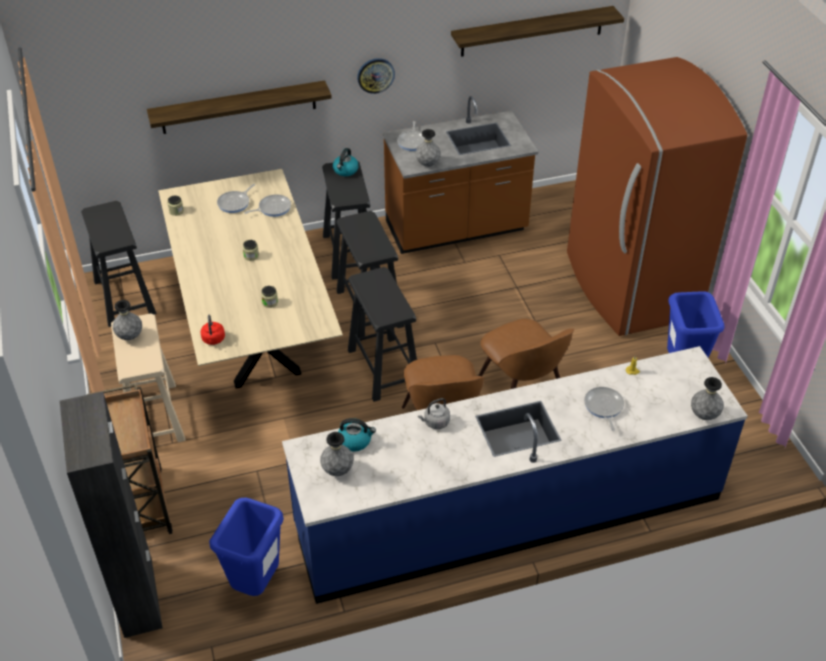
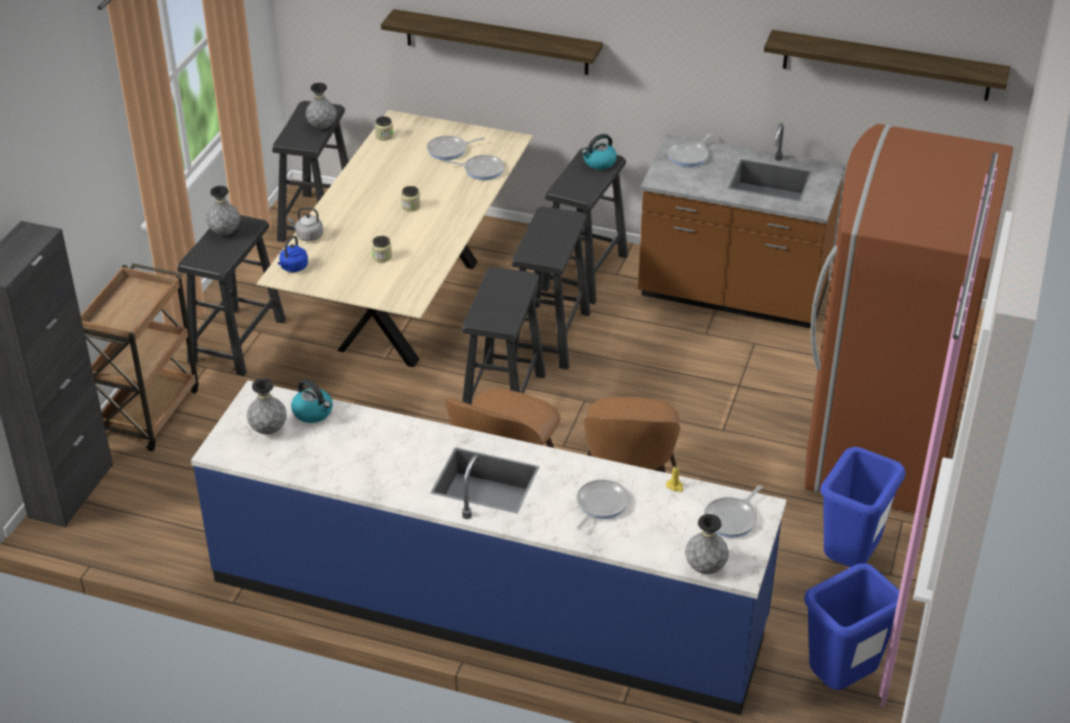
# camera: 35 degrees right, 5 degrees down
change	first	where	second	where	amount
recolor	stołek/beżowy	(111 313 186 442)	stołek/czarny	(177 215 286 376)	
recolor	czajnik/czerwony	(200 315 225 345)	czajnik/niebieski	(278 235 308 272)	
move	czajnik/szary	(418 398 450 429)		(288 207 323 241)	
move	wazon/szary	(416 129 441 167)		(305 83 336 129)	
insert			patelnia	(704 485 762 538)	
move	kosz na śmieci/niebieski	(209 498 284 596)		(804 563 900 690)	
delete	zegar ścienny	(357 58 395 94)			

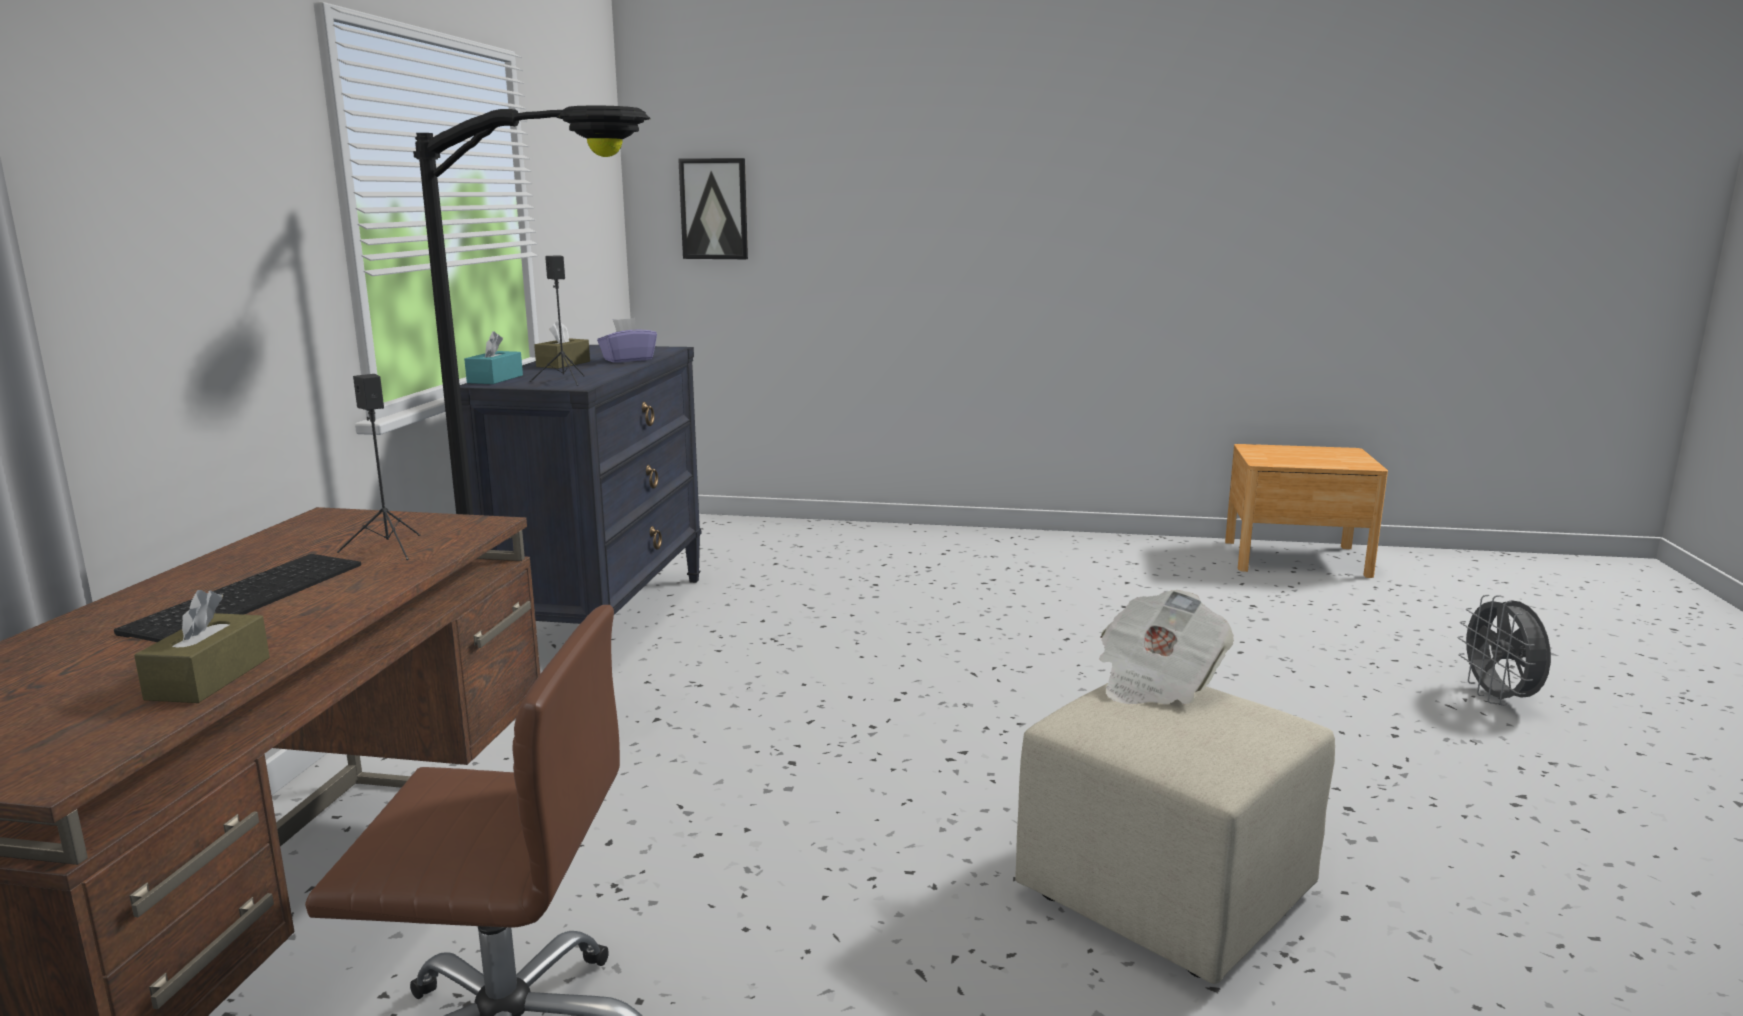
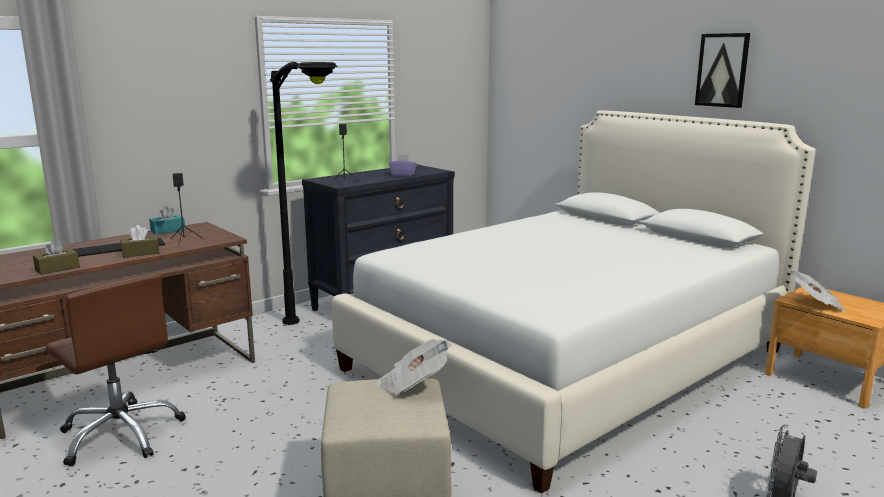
# camera: 40 degrees right, 0 degrees up
change	first	where	second	where	amount
move	pudełko chusteczek/brązowy	(534 320 590 369)		(121 225 159 258)	
move	pudełko chusteczek/turkusowy	(464 331 523 384)		(149 206 185 235)	
insert			łóżko/biały	(332 110 816 494)	
move	obraz	(678 158 748 259)		(695 33 750 108)	
insert			gazeta	(788 269 846 312)	

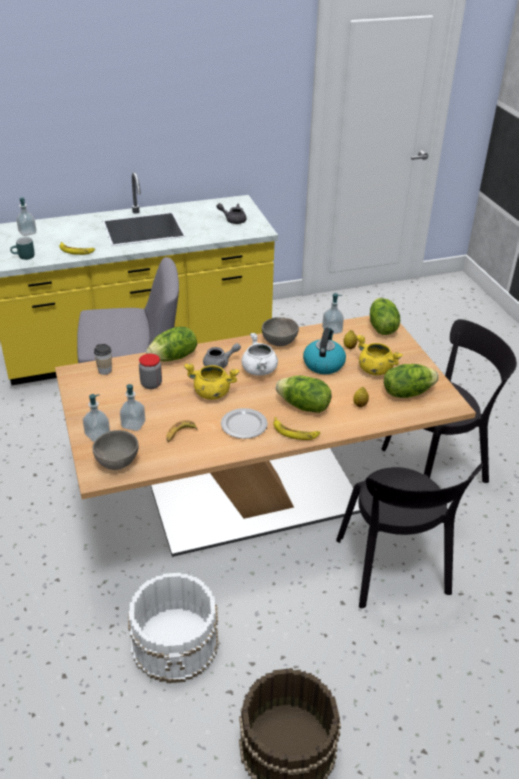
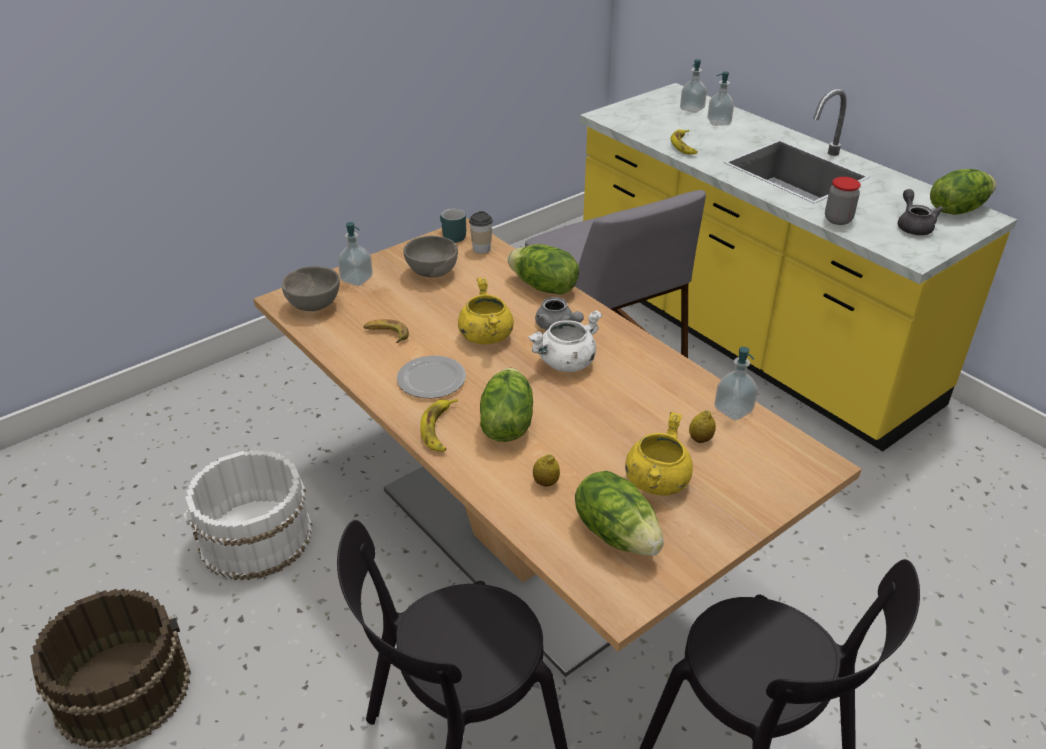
# camera: 70 degrees right, 0 degrees up
change	first	where	second	where	amount
move	miska/szary	(262 317 299 346)		(403 236 458 277)	
move	kubek/turkusowy	(10 237 34 260)		(440 208 466 243)	
move	dozownik mydła	(120 384 146 431)		(707 71 734 126)	
move	słoik	(139 354 162 389)		(825 177 861 225)	
move	sałata	(370 298 400 335)		(930 169 996 215)	
delete	czajnik	(303 327 346 374)			

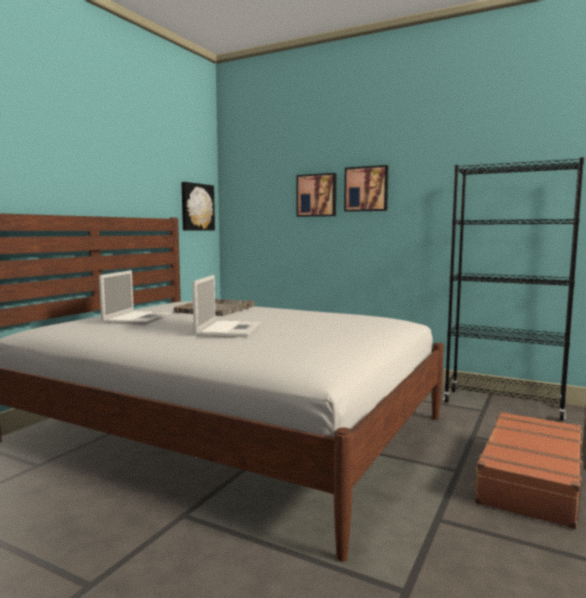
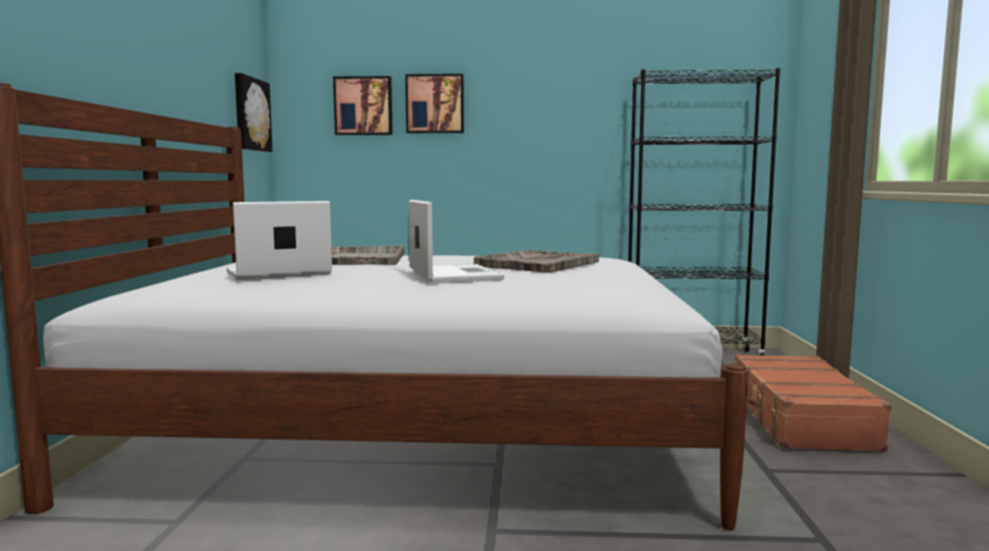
# camera: 25 degrees left, 0 degrees up
change	first	where	second	where	amount
rotate	laptop	(99 270 172 325)		(226 201 332 280)	105 degrees counterclockwise
move	obraz	(344 165 388 212)		(333 76 393 135)	
insert			taca/szary	(474 250 599 273)	

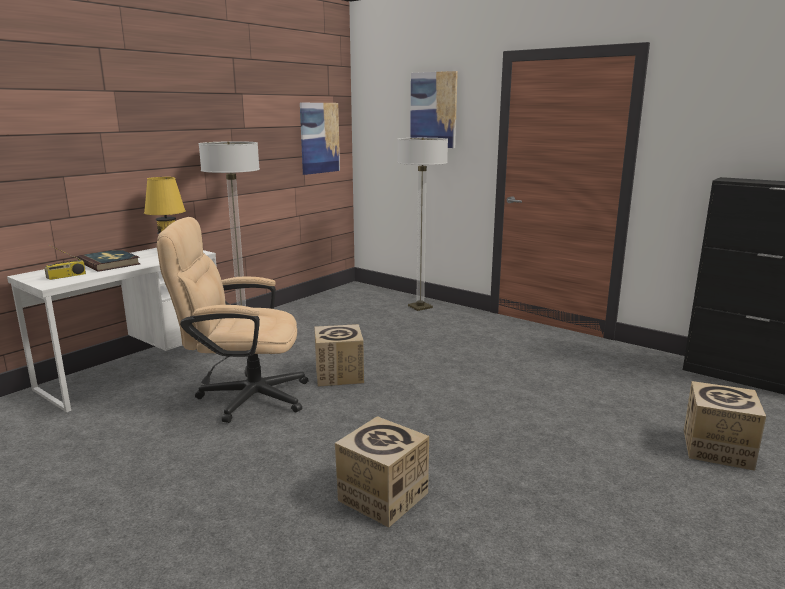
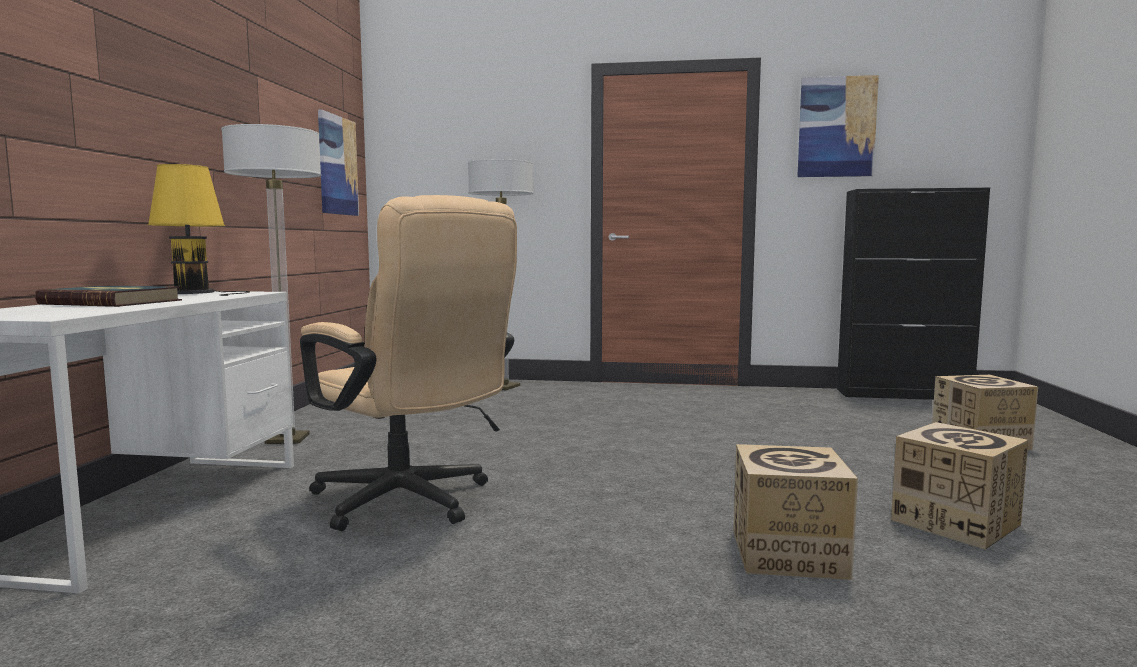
# camera: 30 degrees left, 10 degrees down
change	first	where	second	where	amount
rotate	krzesło biurowe/beżowy	(157 217 309 423)		(300 195 517 531)	105 degrees counterclockwise
move	obraz	(410 71 458 148)		(797 75 879 177)	
move	karton	(314 324 364 387)		(891 422 1028 549)	
delete	radio	(44 245 86 280)			

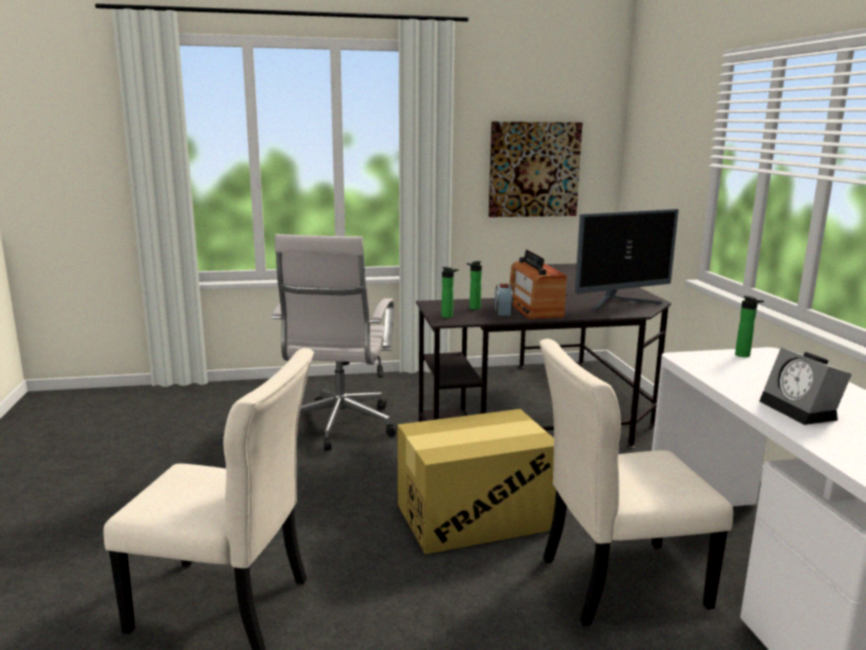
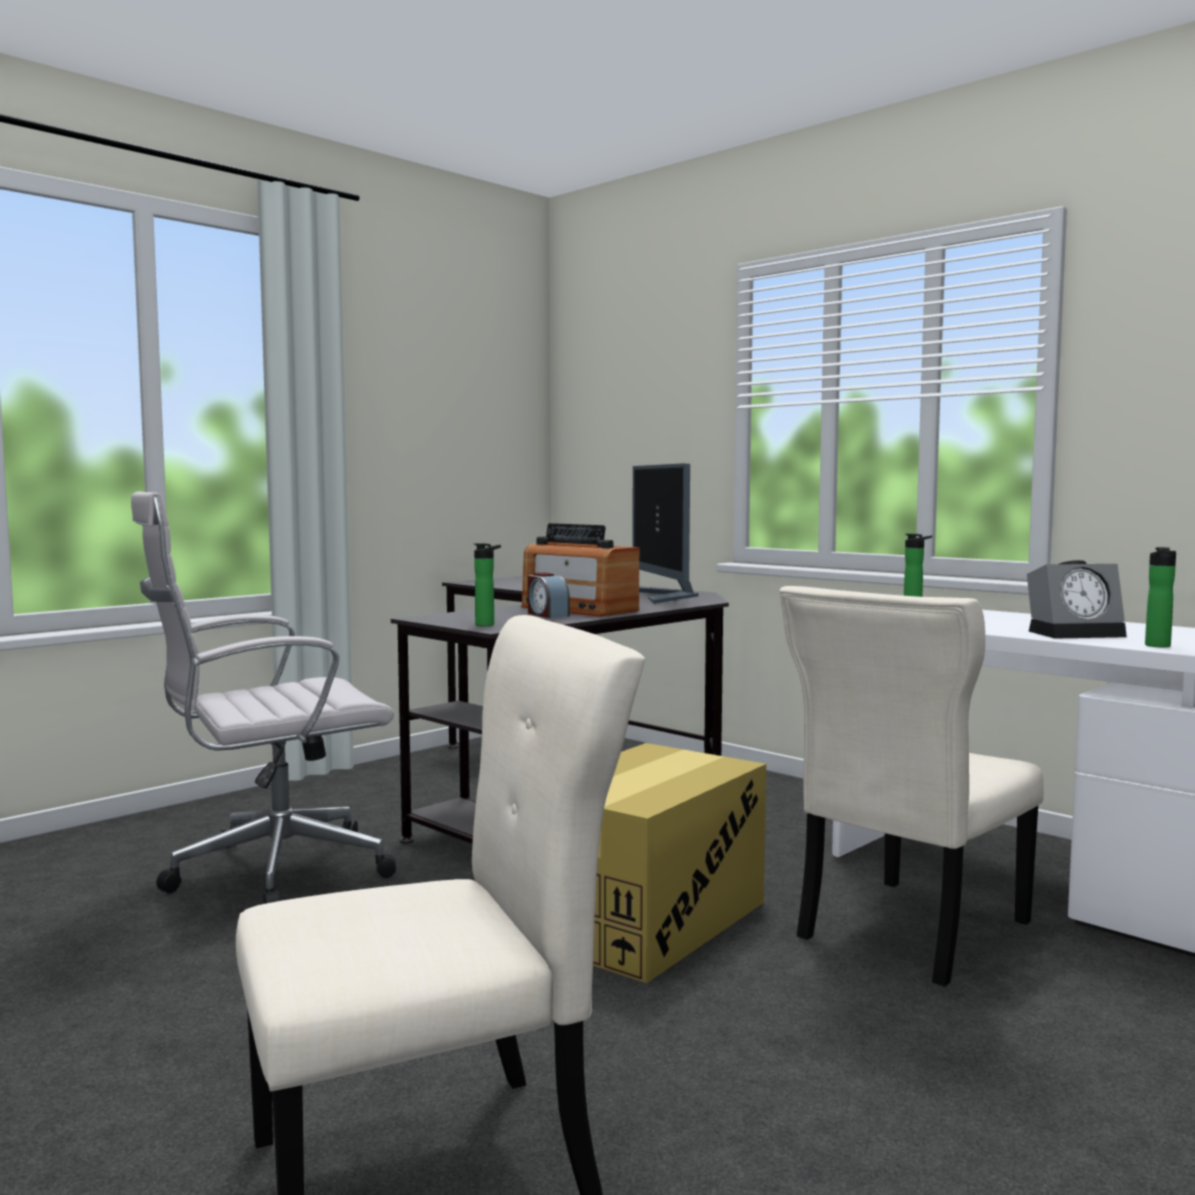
# camera: 35 degrees left, 10 degrees down
change	first	where	second	where	amount
rotate	krzesło biurowe/biały	(271 234 397 451)		(131 491 396 904)	90 degrees clockwise
rotate	monitor	(575 209 678 311)		(632 463 698 604)	135 degrees clockwise
rotate	budzik	(759 347 852 425)		(1027 560 1127 639)	45 degrees counterclockwise
move	butelka	(467 261 482 310)		(1145 547 1176 647)	
delete	obraz	(489 122 583 217)			

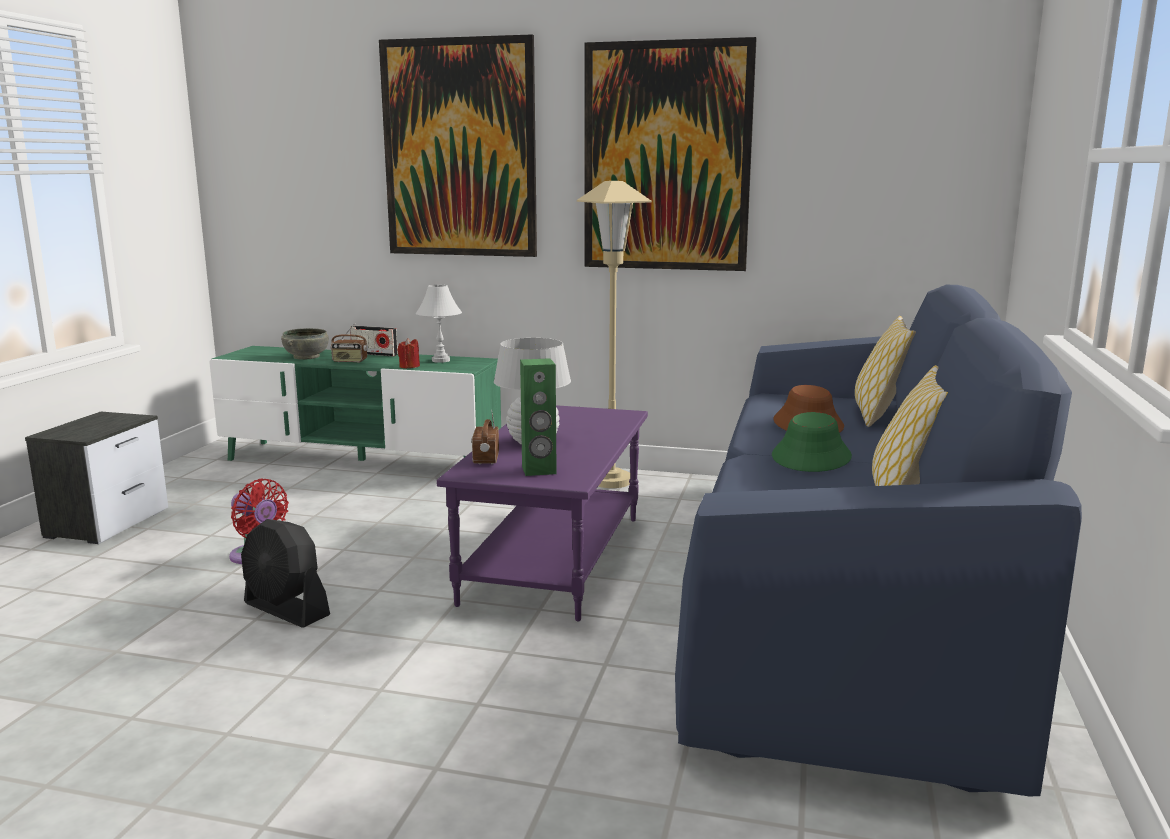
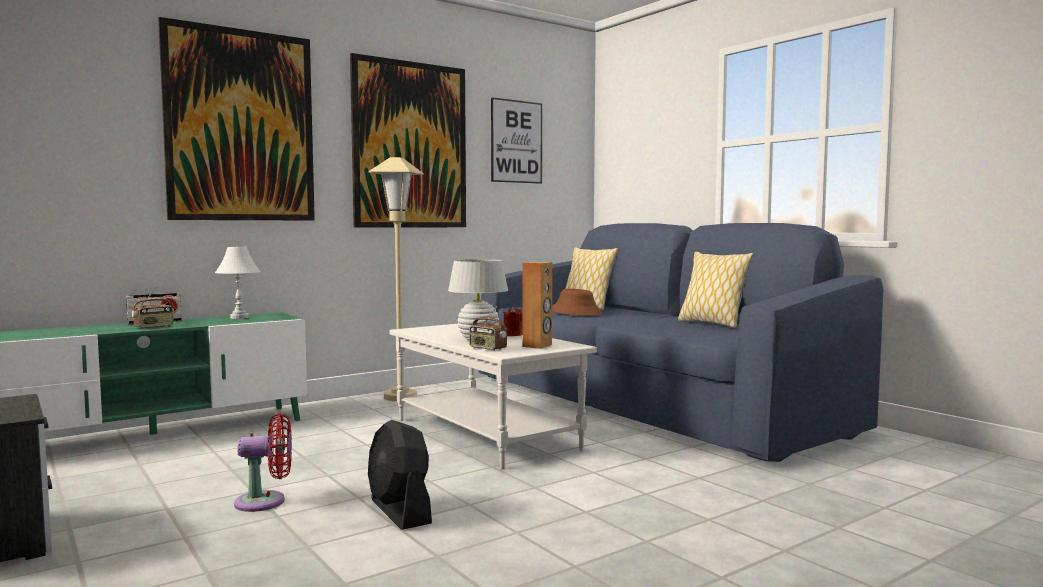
# camera: 50 degrees left, 10 degrees down
change	first	where	second	where	amount
rotate	wentylator/czarny	(241 519 330 628)		(368 420 432 530)	75 degrees clockwise
recolor	ława/fioletowy	(437 405 648 621)	ława/biały	(390 324 597 469)	
insert			obraz	(491 97 542 184)	
move	świeca/czerwony	(397 338 420 368)		(503 307 522 336)	
recolor	głośnik/zielony	(520 358 557 476)	głośnik/brązowy	(522 262 552 349)	
delete	miska/szary	(281 328 329 360)			
delete	kapelusz/zielony	(772 412 852 472)			

